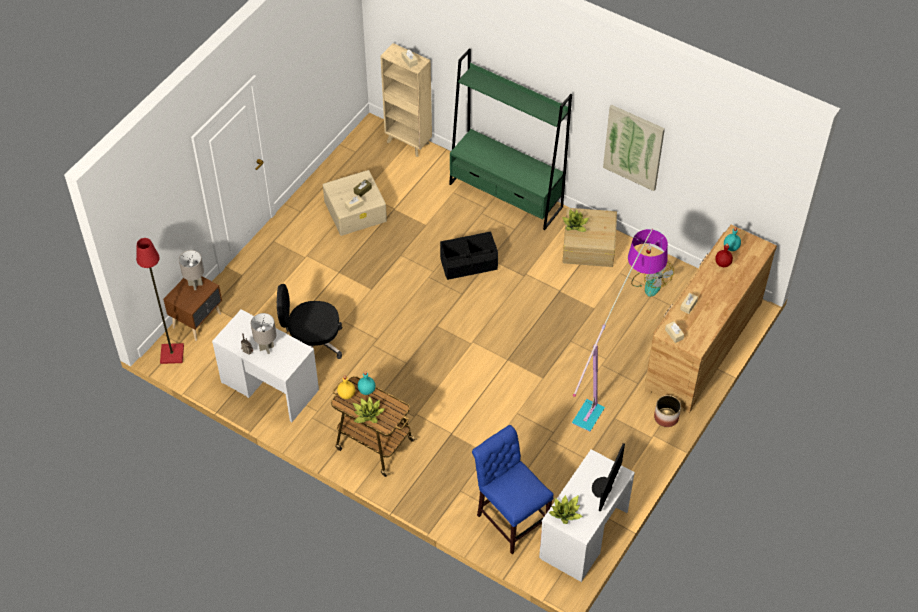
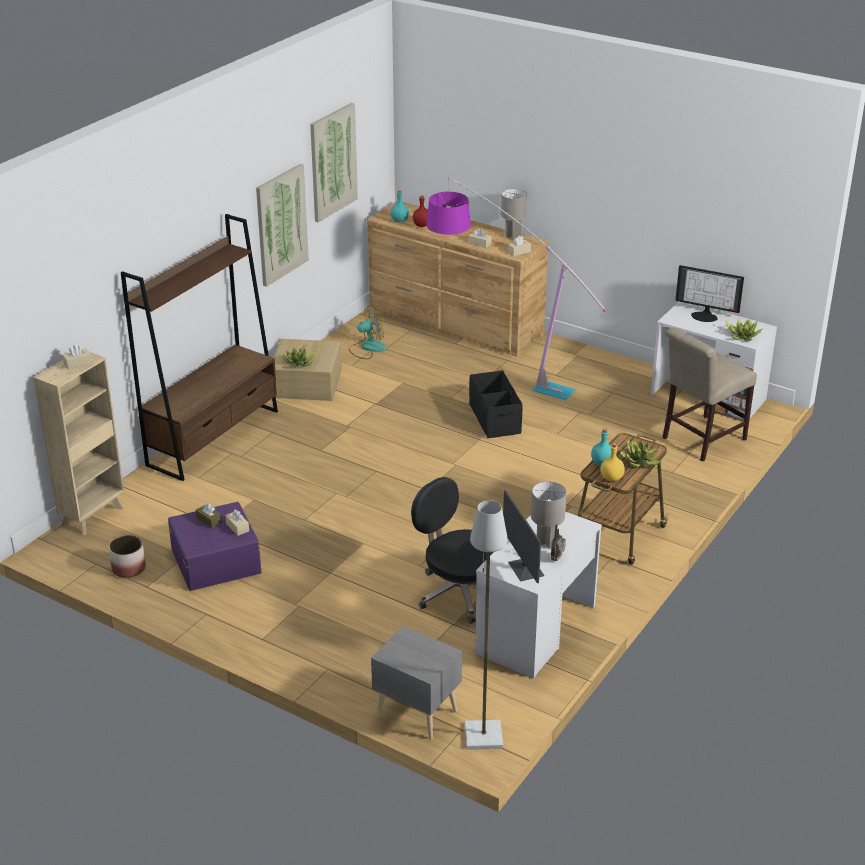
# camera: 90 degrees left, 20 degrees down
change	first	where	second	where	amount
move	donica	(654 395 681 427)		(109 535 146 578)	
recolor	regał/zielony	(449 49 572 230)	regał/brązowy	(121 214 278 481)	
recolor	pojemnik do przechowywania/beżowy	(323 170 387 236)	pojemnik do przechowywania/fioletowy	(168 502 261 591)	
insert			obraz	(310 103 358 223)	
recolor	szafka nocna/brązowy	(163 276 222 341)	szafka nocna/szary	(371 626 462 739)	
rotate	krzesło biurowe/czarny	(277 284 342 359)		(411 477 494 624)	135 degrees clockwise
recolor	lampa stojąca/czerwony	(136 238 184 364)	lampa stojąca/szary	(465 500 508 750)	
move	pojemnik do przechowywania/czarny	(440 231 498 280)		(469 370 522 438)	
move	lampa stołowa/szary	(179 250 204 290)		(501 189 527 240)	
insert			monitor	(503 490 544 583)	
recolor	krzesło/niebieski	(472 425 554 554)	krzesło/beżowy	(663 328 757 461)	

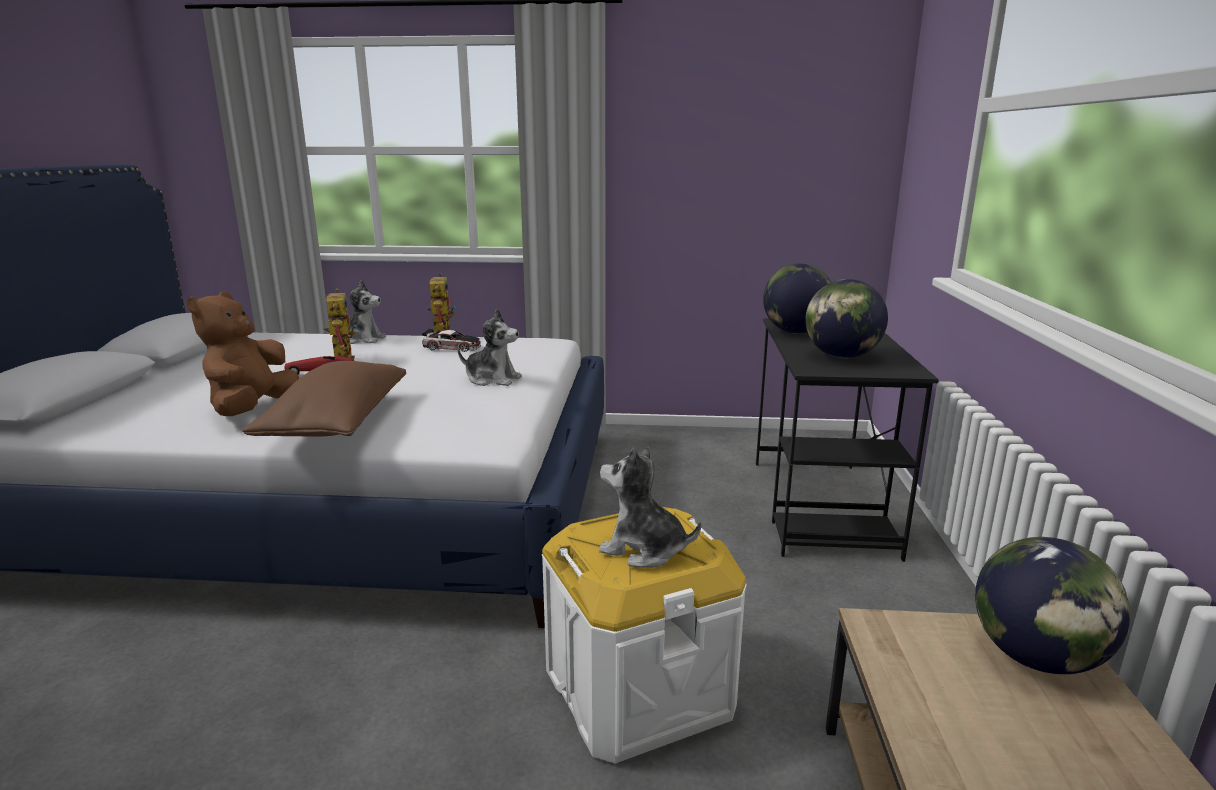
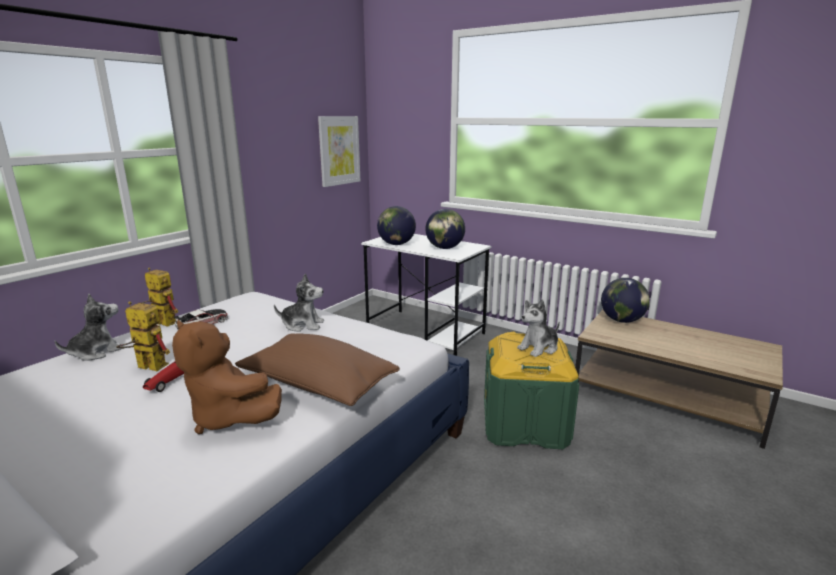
# camera: 60 degrees left, 0 degrees up
change	first	where	second	where	amount
rotate	pluszak	(458 309 522 386)		(274 274 324 332)	45 degrees clockwise
insert			obraz	(318 116 360 187)	
recolor	biurko/czarny	(756 318 939 562)	biurko/biały	(361 234 492 356)	
recolor	pojemnik do przechowywania/biały	(542 507 747 764)	pojemnik do przechowywania/zielony	(484 332 579 449)	

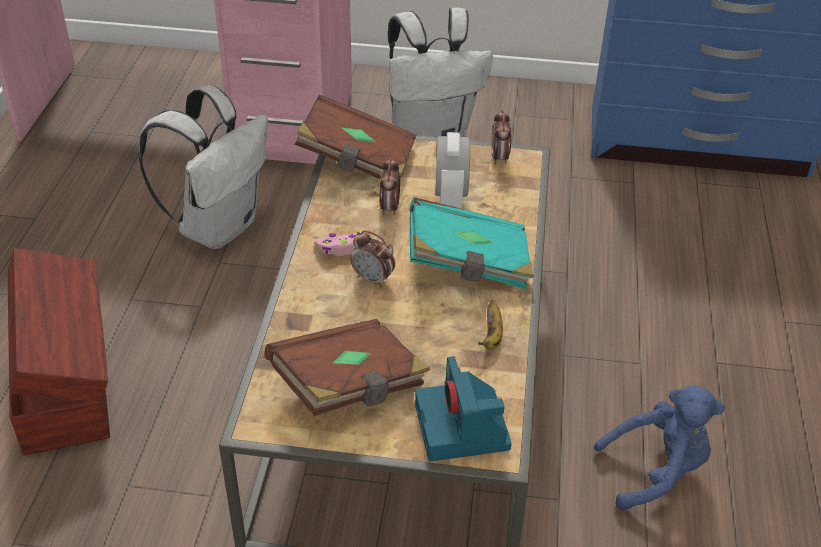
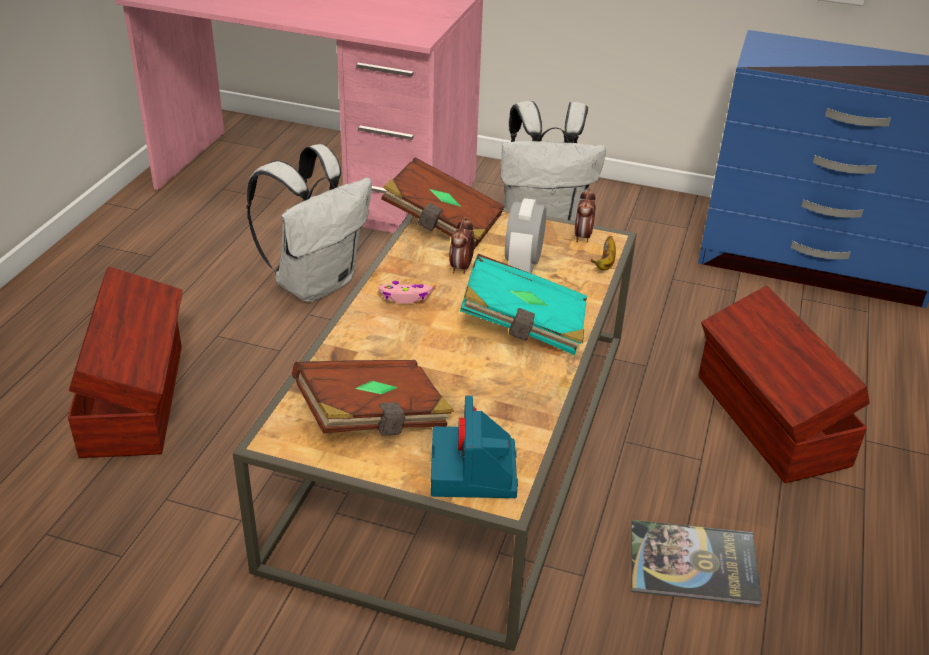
# camera: 10 degrees right, 5 degrees down
change	first	where	second	where	amount
move	banan	(478 300 503 350)		(591 236 616 270)	
replace	pluszak/niebieski	(594 386 724 510)	książka	(631 520 762 606)	
insert			pojemnik do przechowywania/brązowy	(698 286 870 483)	
delete	budzik	(350 230 395 288)			

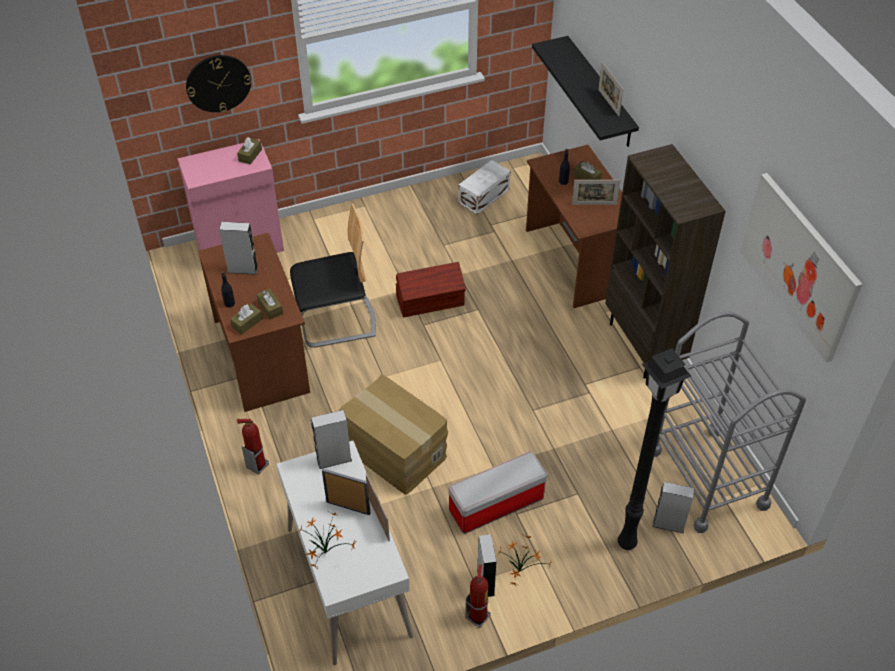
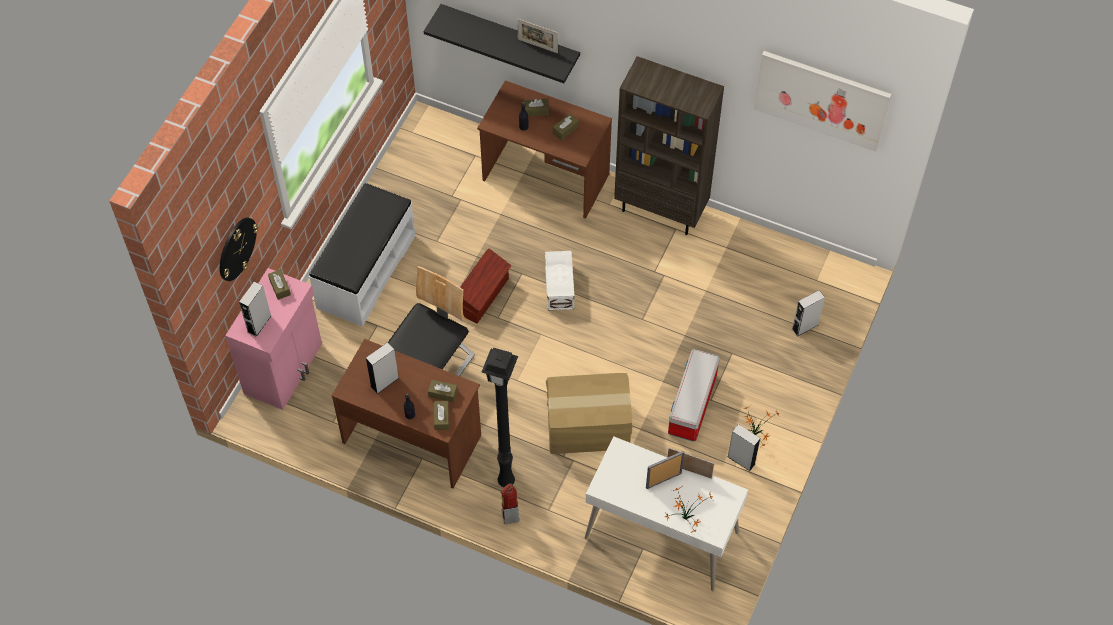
# camera: 45 degrees left, 10 degrees up
change	first	where	second	where	amount
move	głośnik/szary	(311 410 352 469)		(239 282 272 337)	
insert			ławka/biały	(309 183 415 327)	
move	lampa stojąca/czarny	(618 348 692 550)		(481 348 518 487)	
move	pojemnik do przechowywania/biały	(458 160 511 215)		(545 251 574 311)	
replace	ramka na zdjęcie	(572 180 621 205)	pudełko chusteczek/brązowy	(553 113 579 140)	
delete	gaśnica	(465 564 491 628)			
delete	wózek/szary	(654 311 806 533)			

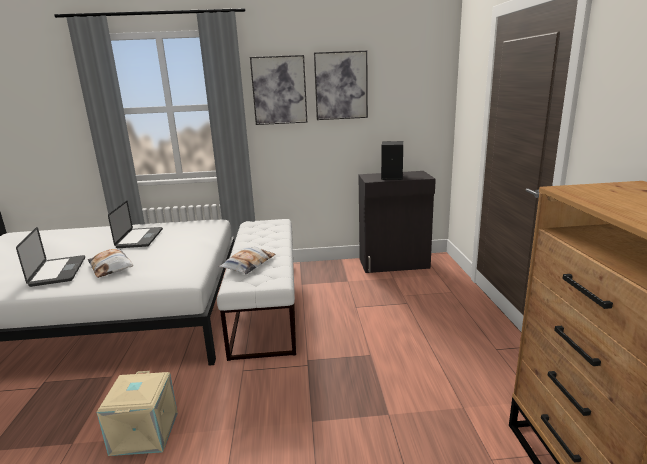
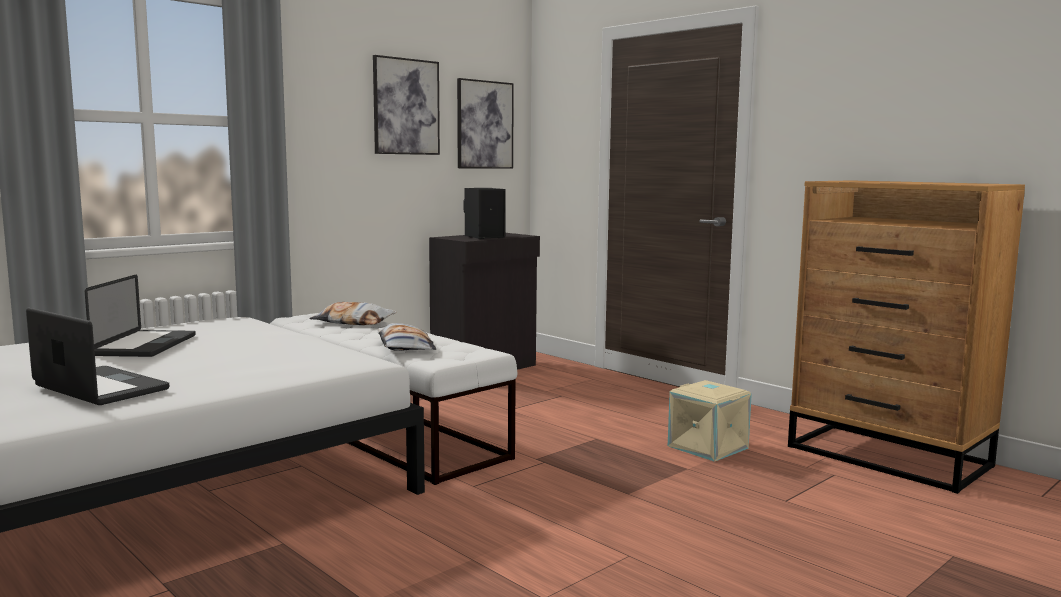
# camera: 40 degrees left, 10 degrees down
change	first	where	second	where	amount
rotate	laptop	(108 201 163 248)		(85 275 196 357)	45 degrees clockwise
move	poduszka	(88 249 133 278)		(309 302 397 325)	
move	obraz	(250 55 307 125)		(457 78 514 169)	
move	pojemnik do przechowywania/beżowy	(97 371 178 456)		(668 380 752 462)	

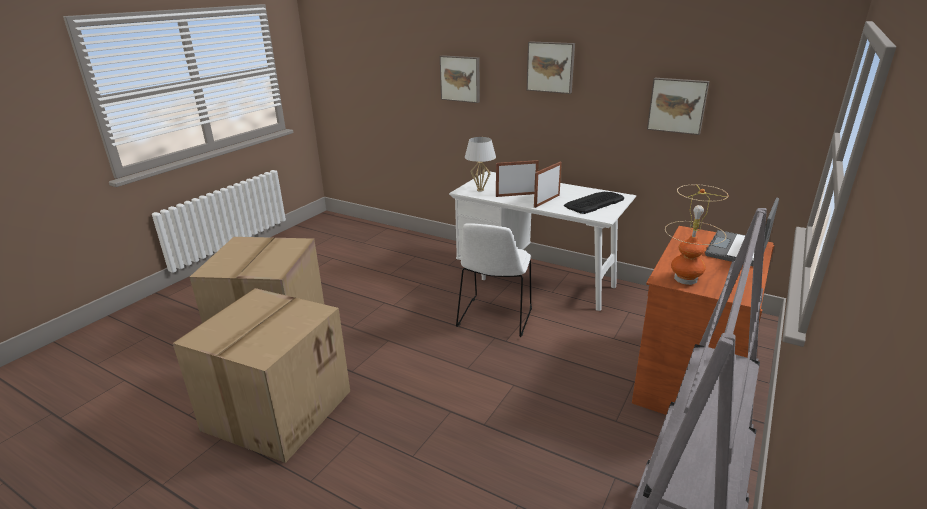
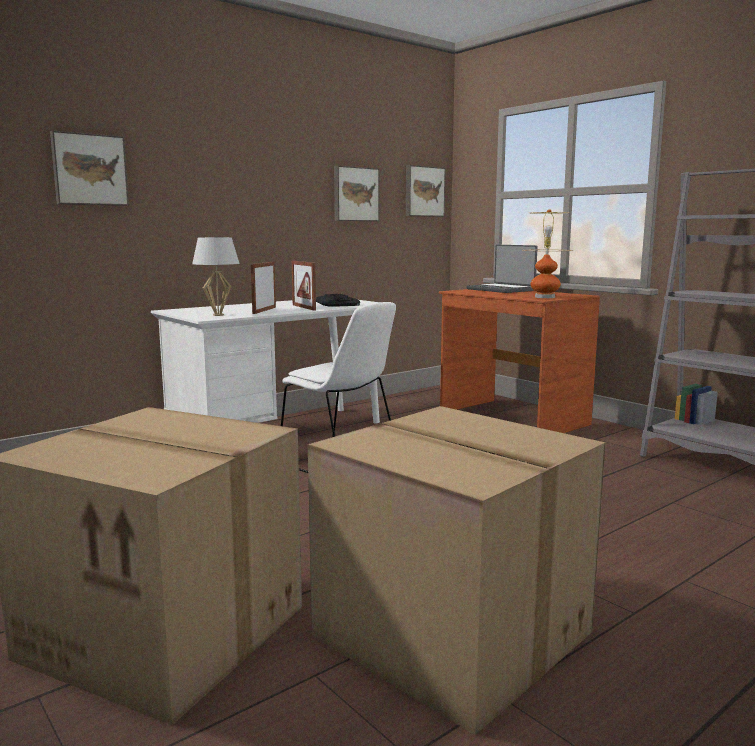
# camera: 70 degrees left, 15 degrees down
change	first	where	second	where	amount
move	obraz	(527 41 575 94)		(406 165 446 217)	

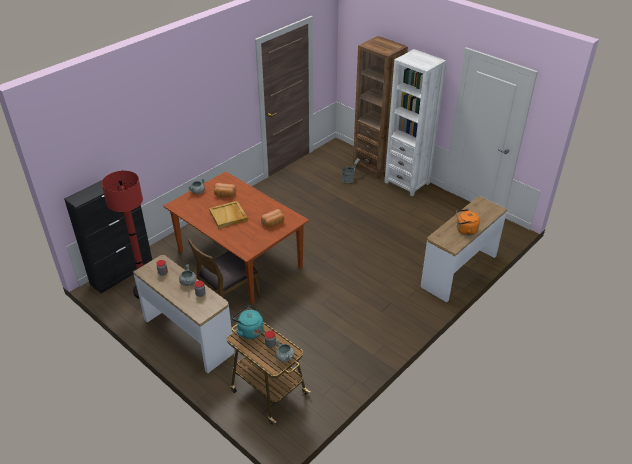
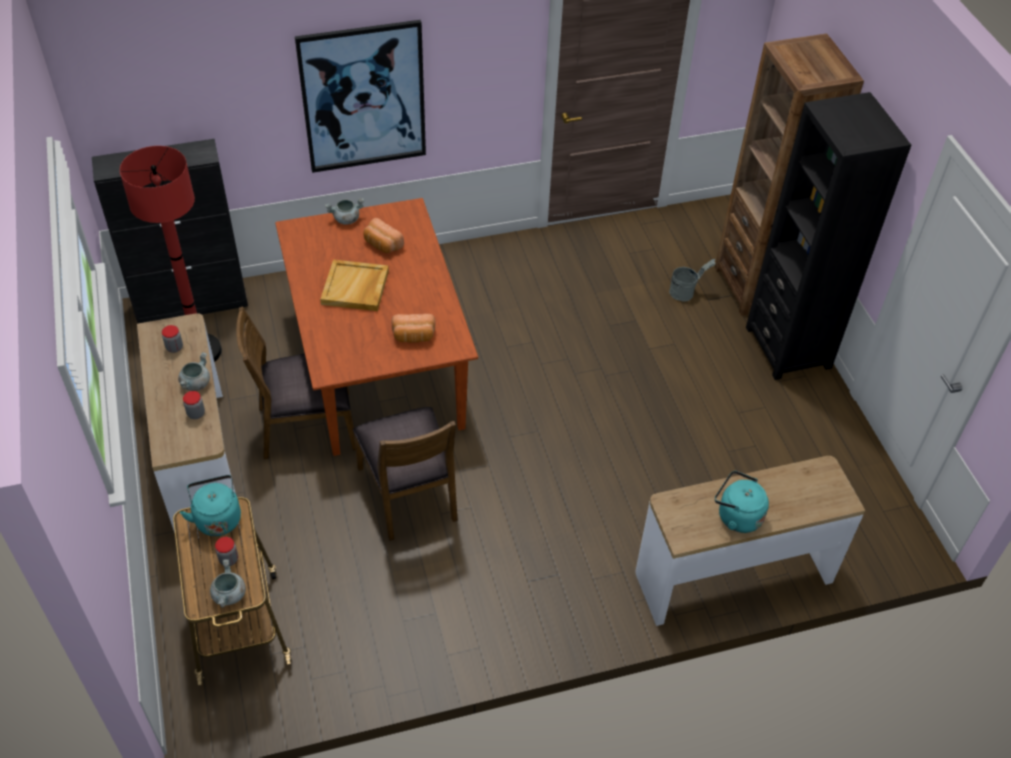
# camera: 30 degrees right, 10 degrees up
change	first	where	second	where	amount
insert			obraz	(295 20 426 173)	
insert			krzesło/brązowy	(353 407 458 541)	
recolor	czajnik/pomarańczowy	(456 209 480 235)	czajnik/turkusowy	(715 471 769 533)	
recolor	regał/biały	(384 49 446 196)	regał/czarny	(746 92 911 380)	

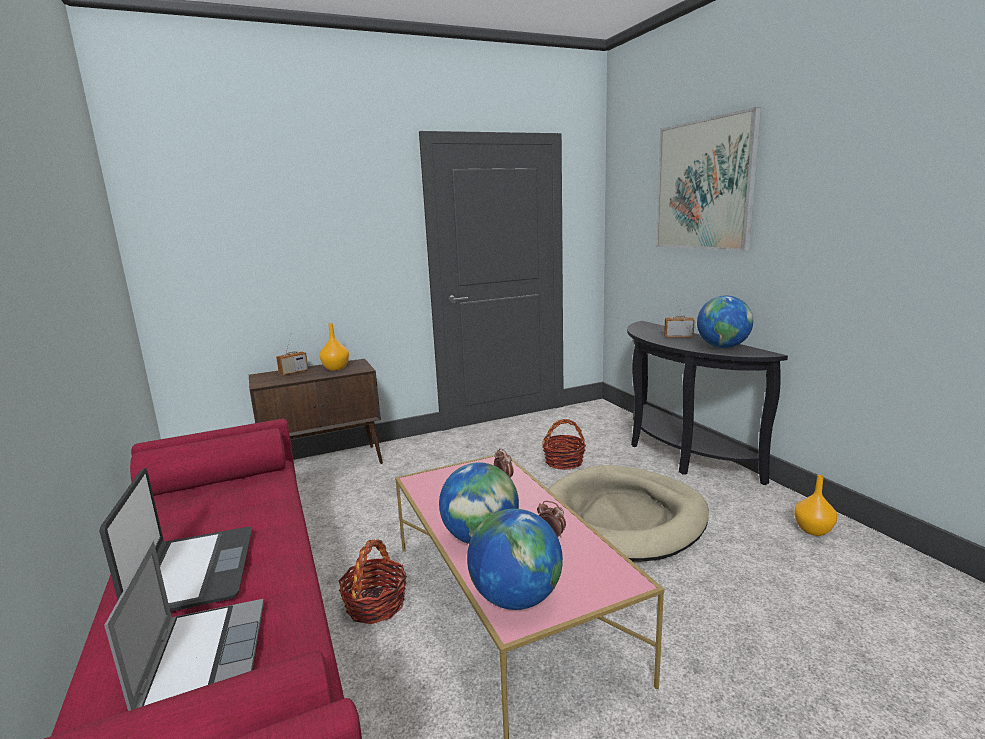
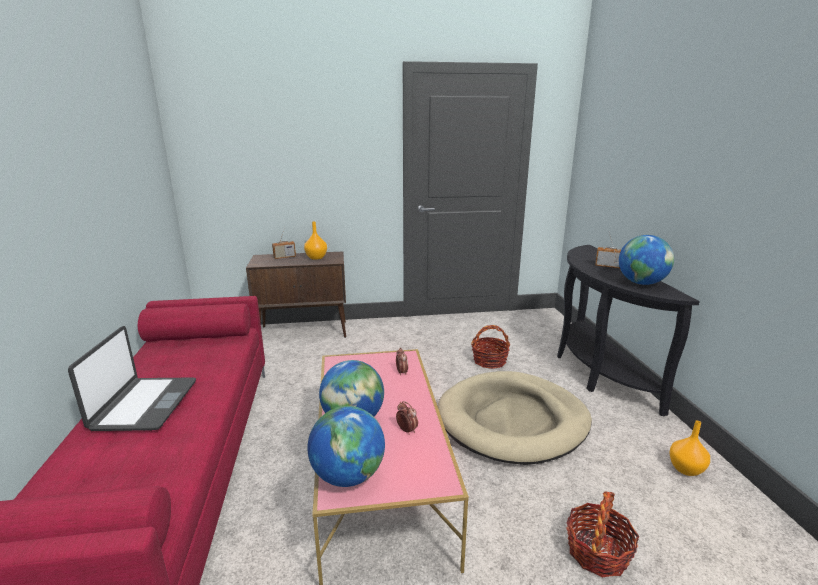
# camera: 15 degrees right, 5 degrees up
change	first	where	second	where	amount
move	koszyk	(339 539 407 624)		(566 491 639 577)	
delete	laptop	(104 540 264 711)			
delete	obraz	(656 107 761 252)			

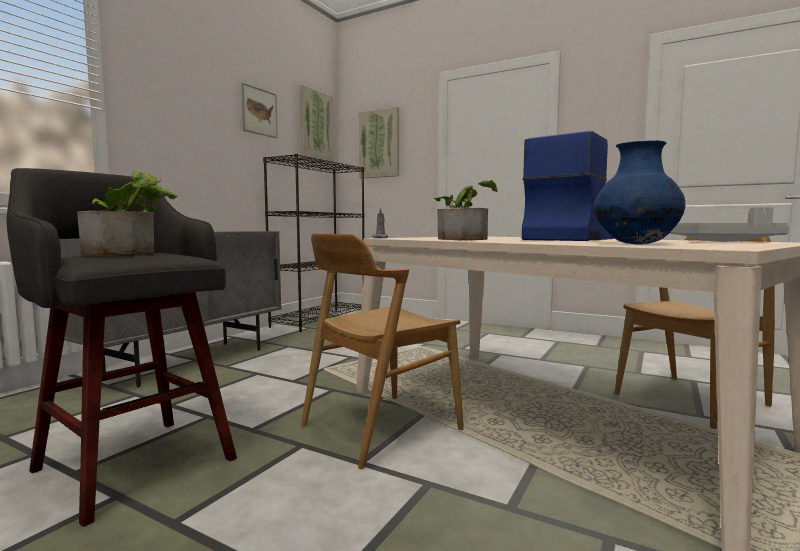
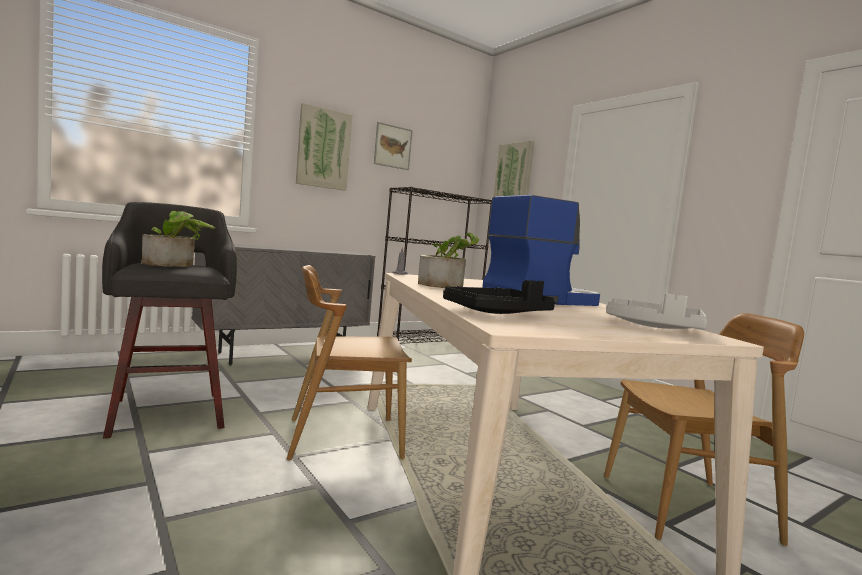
# camera: 25 degrees right, 0 degrees up
change	first	where	second	where	amount
move	obraz	(299 84 334 162)		(296 103 352 191)	
replace	wazon/niebieski	(594 140 685 245)	taca/czarny	(443 280 555 314)	

